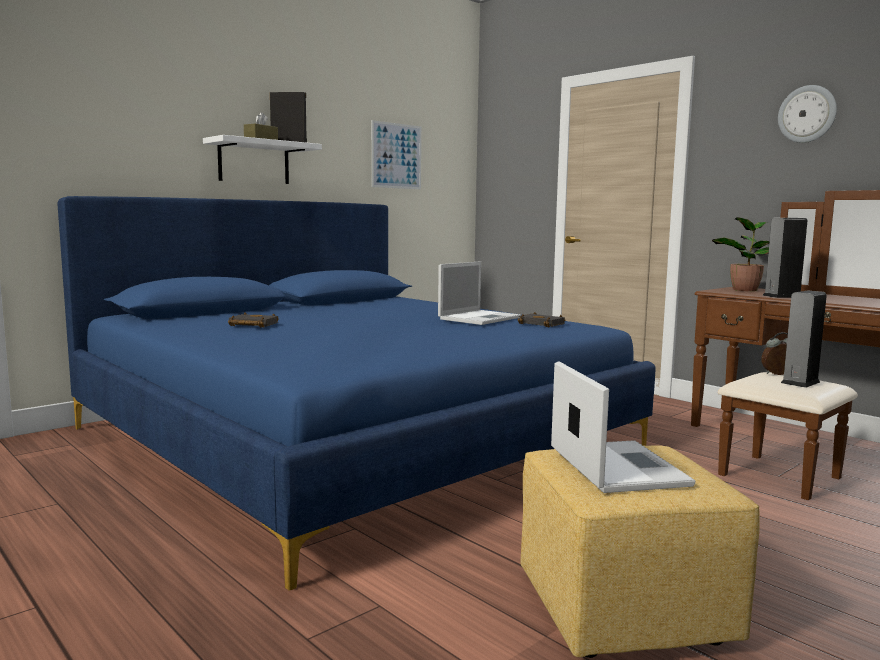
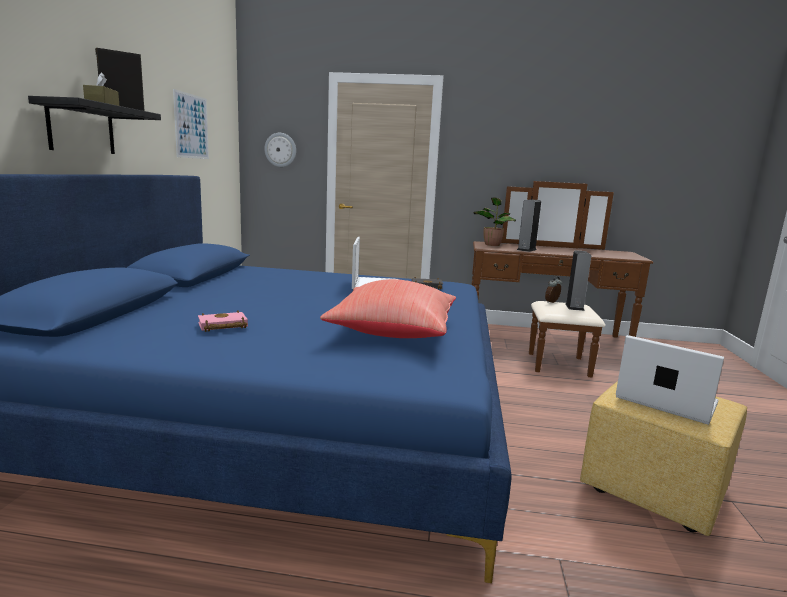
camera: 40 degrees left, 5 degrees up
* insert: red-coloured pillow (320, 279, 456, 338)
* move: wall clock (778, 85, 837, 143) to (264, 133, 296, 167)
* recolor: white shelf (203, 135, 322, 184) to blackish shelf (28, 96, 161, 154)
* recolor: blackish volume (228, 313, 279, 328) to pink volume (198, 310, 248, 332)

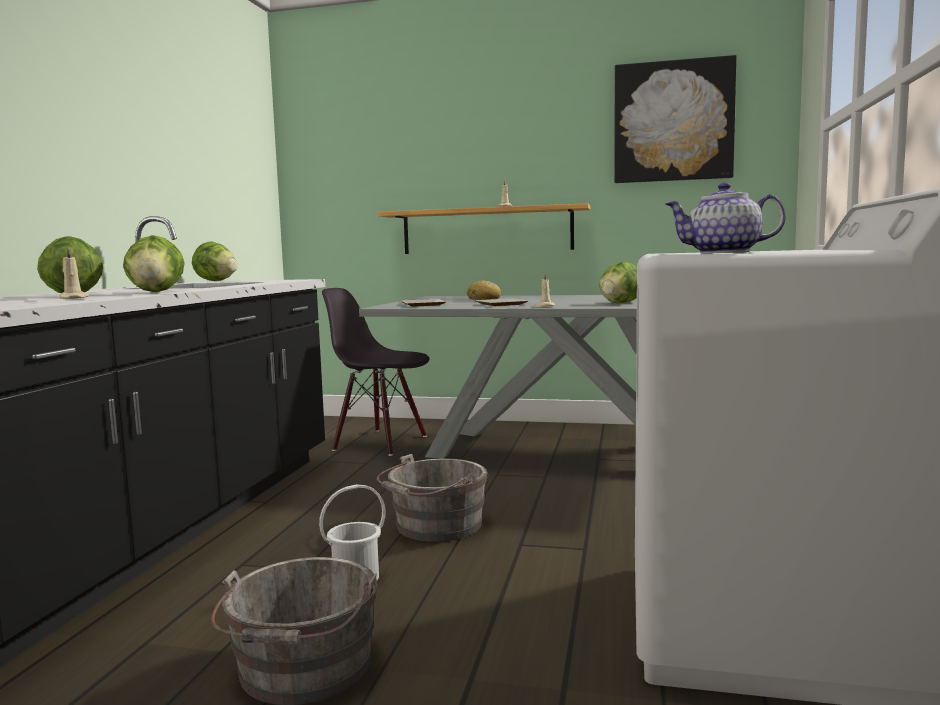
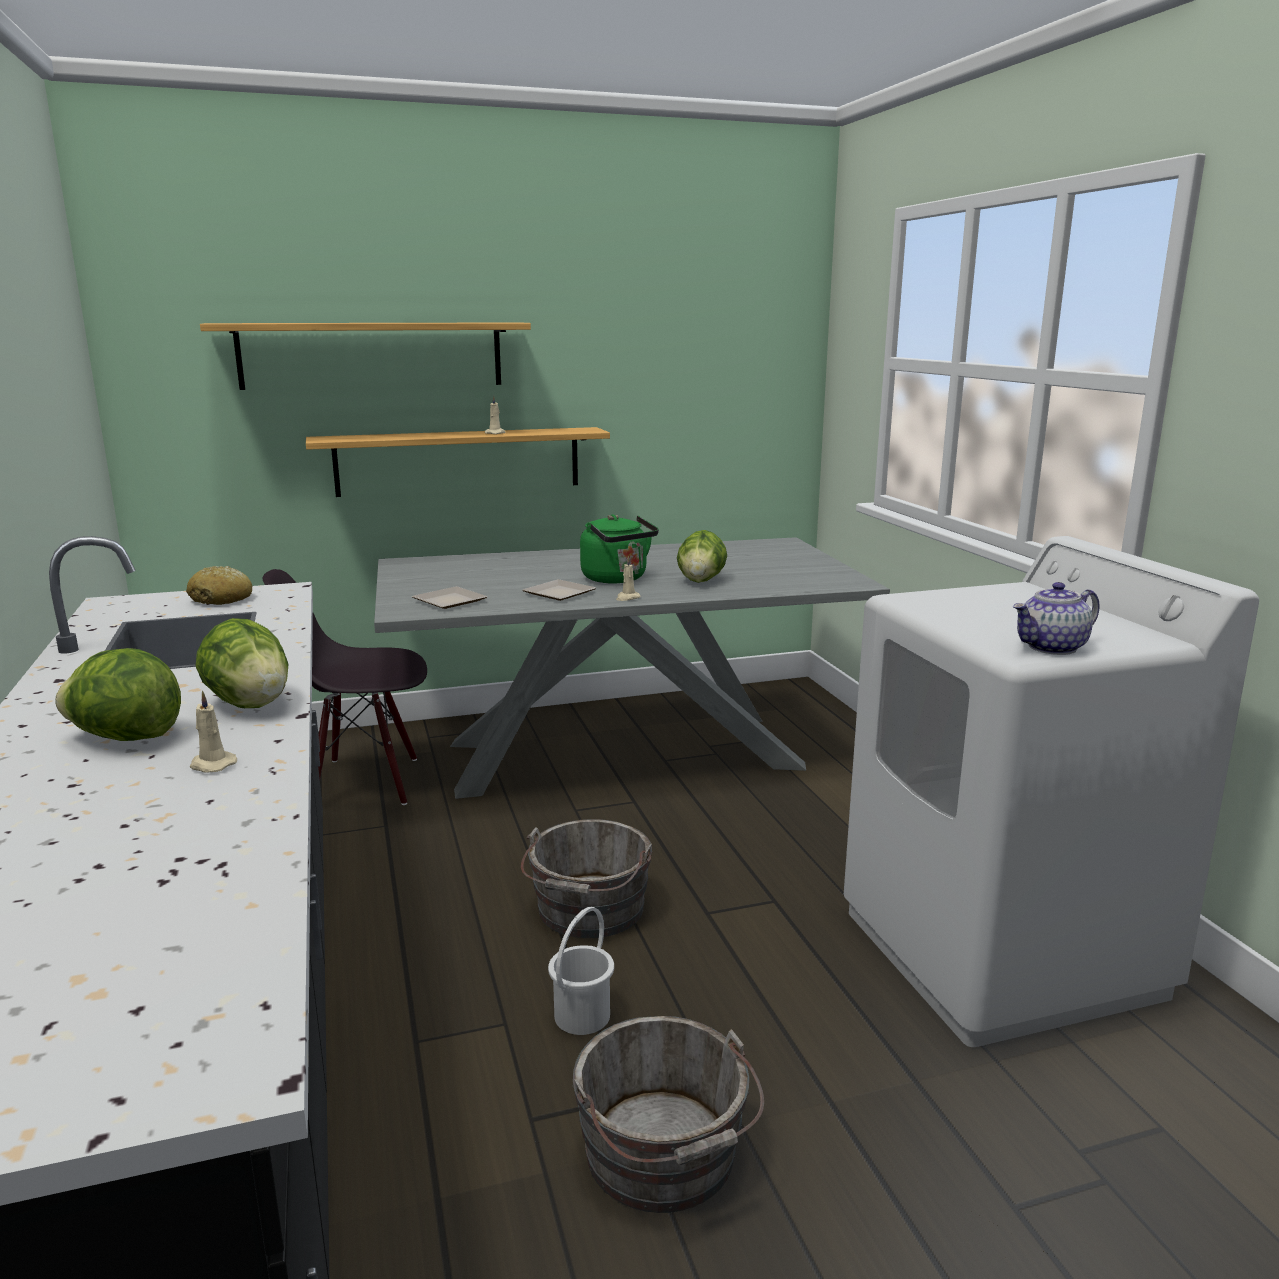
camera: 30 degrees left, 10 degrees up
* delete: head of lettuce (192, 241, 238, 281)
* delete: picture (614, 55, 737, 183)
* insert: shelf (200, 322, 531, 390)
* insert: green-coloured water kettle (580, 514, 659, 583)
* move: bakery bread (467, 280, 501, 300) to (186, 566, 252, 605)

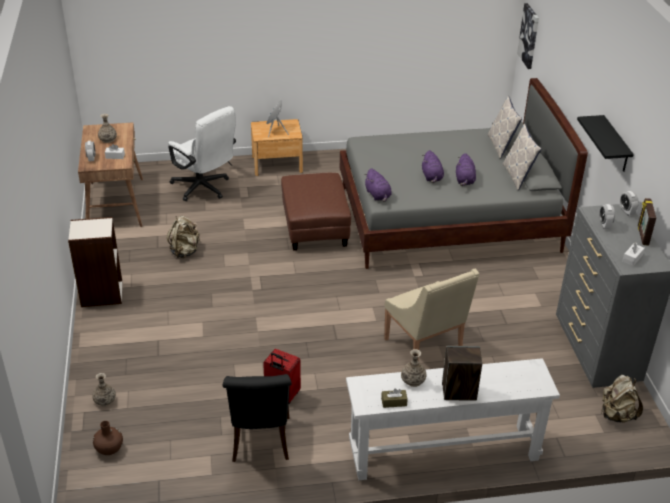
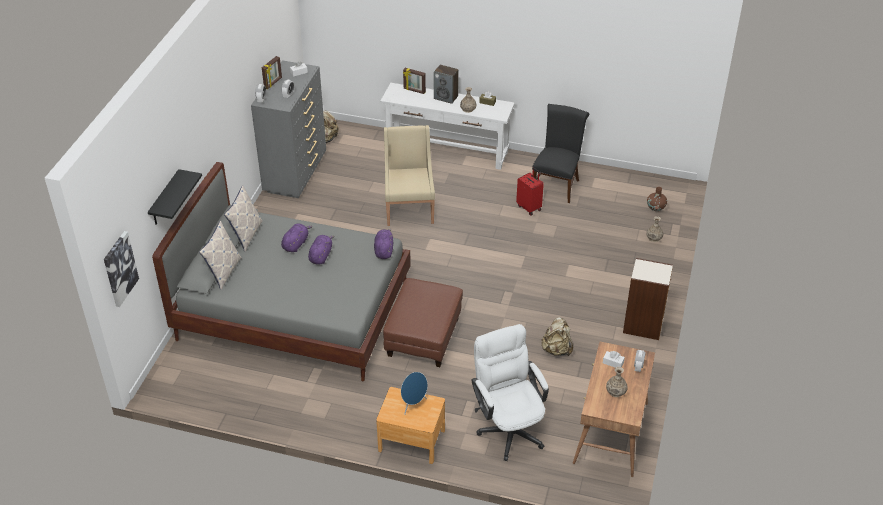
camera: 155 degrees left, 5 degrees up
* insert: standing frame (403, 68, 426, 94)
* move: blackish shelf (577, 115, 634, 172) to (148, 169, 202, 225)

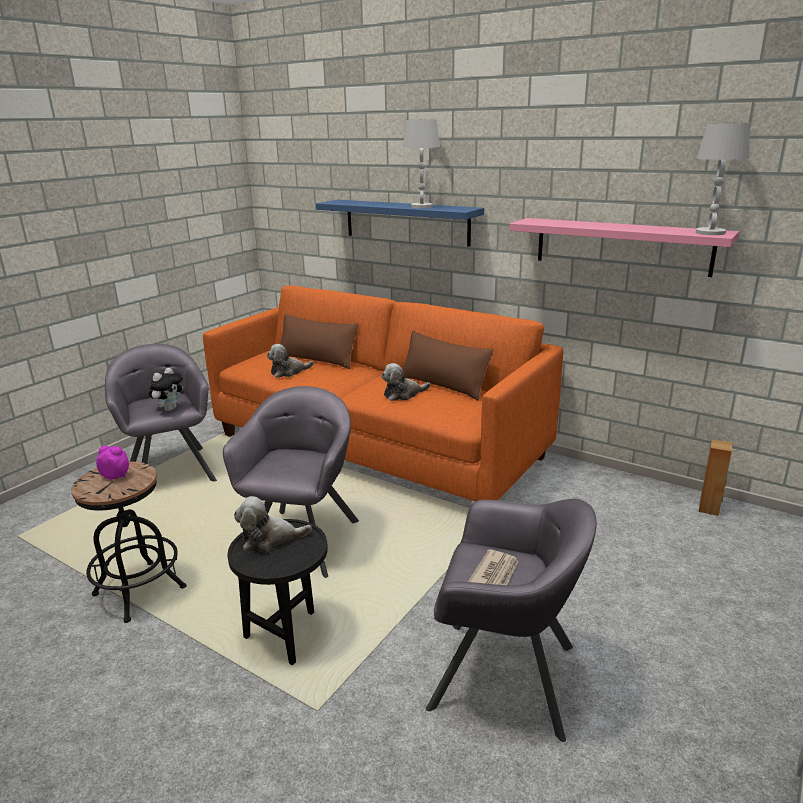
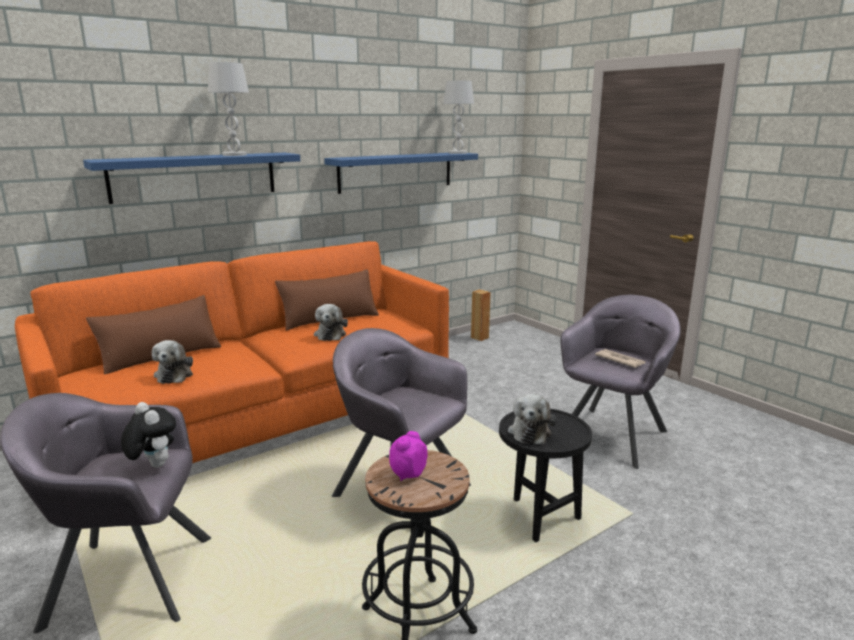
camera: 70 degrees left, 5 degrees down
* recolor: pink shelf (509, 218, 740, 277) to blue shelf (324, 153, 478, 194)

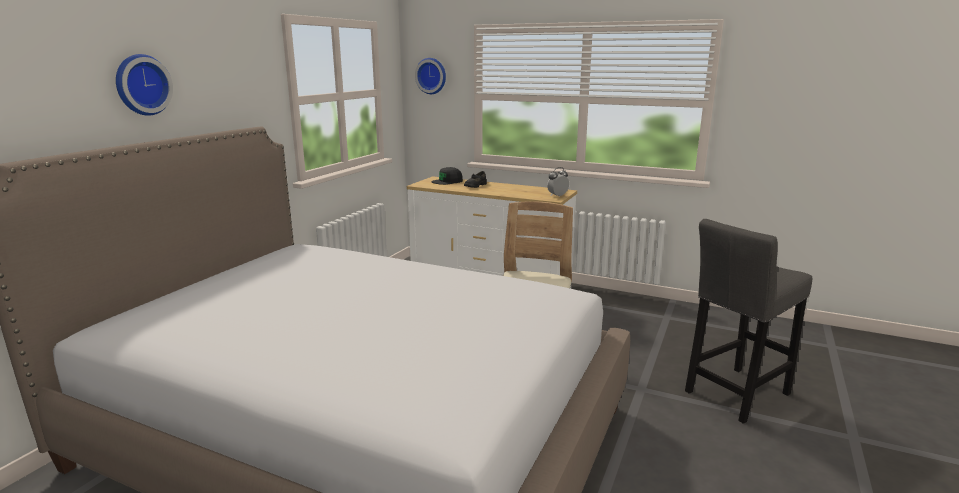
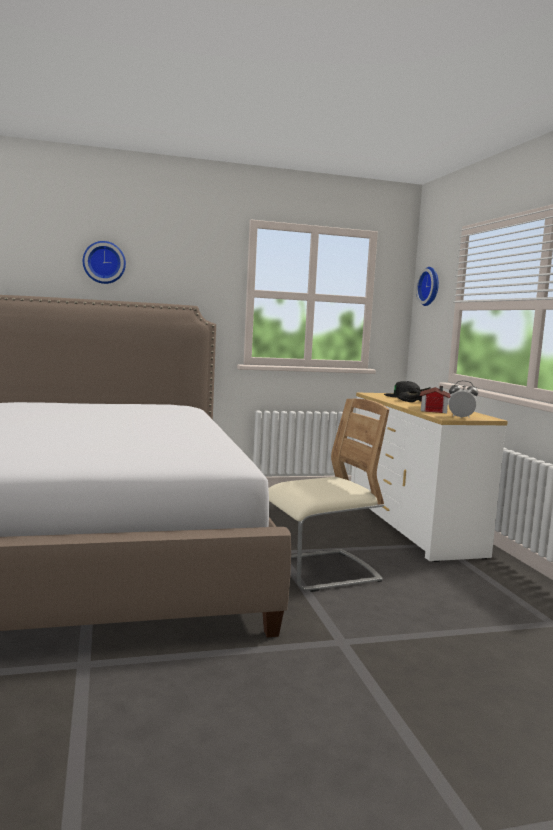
camera: 50 degrees right, 10 degrees down
* delete: grey sitting stool (685, 219, 812, 424)
* insert: model house (420, 386, 450, 413)

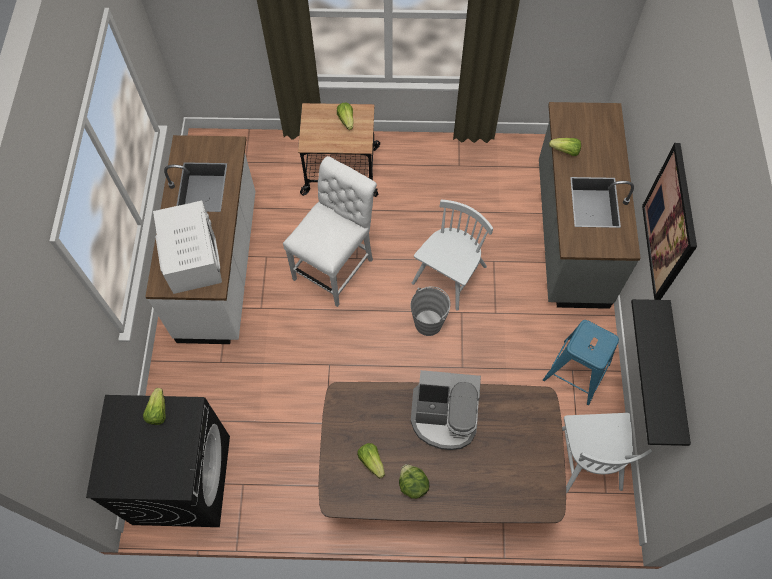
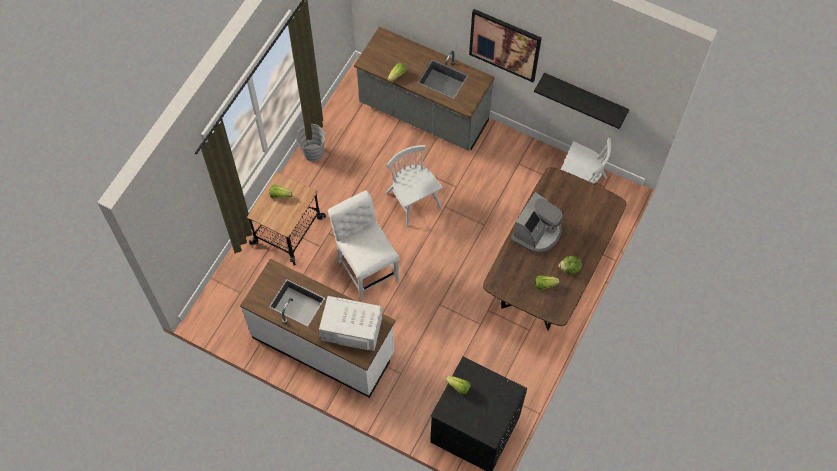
camera: 65 degrees left, 0 degrees up
* delete: blue sitting stool (543, 320, 619, 405)
* move: grey bucket (410, 286, 450, 336) to (295, 124, 326, 162)

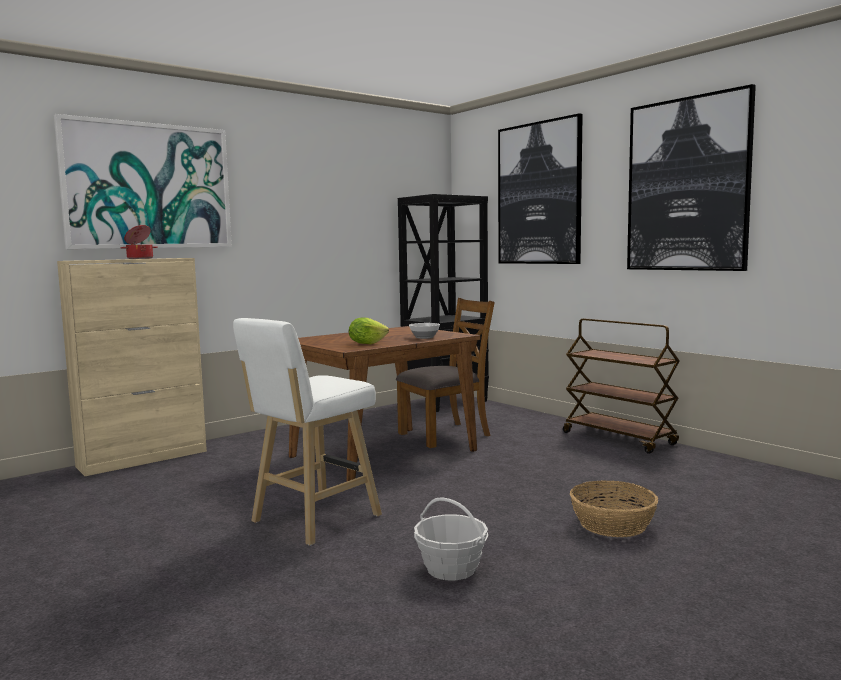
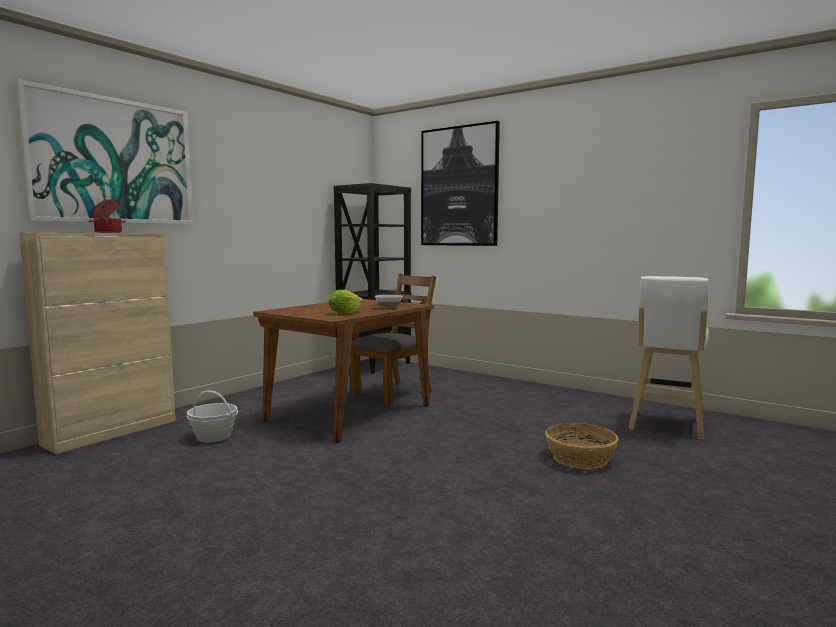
camera: 15 degrees left, 0 degrees up
* delete: brownish wheeled cart (563, 318, 680, 454)
* delete: picture (627, 84, 756, 271)
* move: white sitting stool (233, 318, 382, 546) to (629, 276, 709, 439)
* move: storage basket (414, 497, 488, 581) to (187, 390, 238, 443)

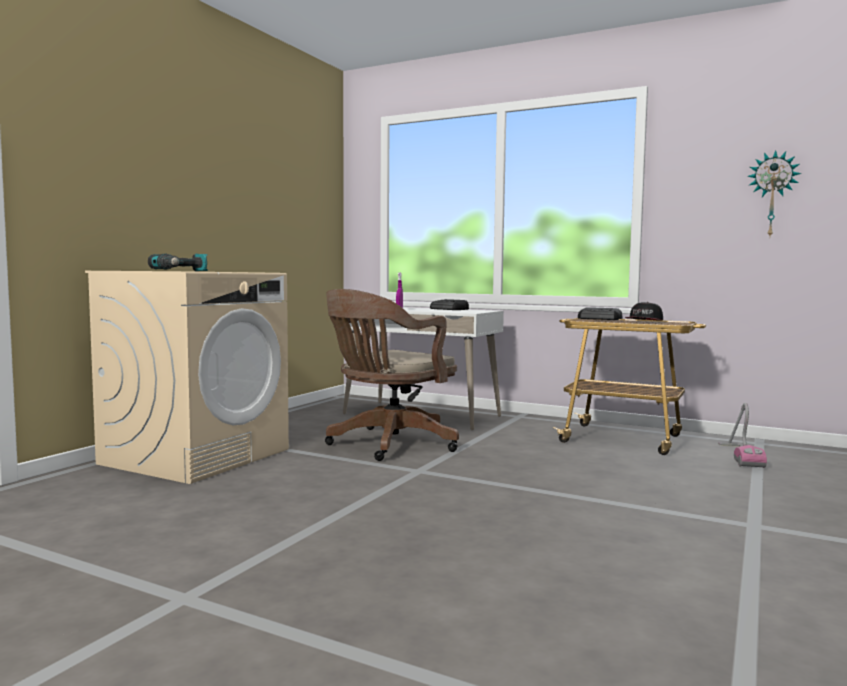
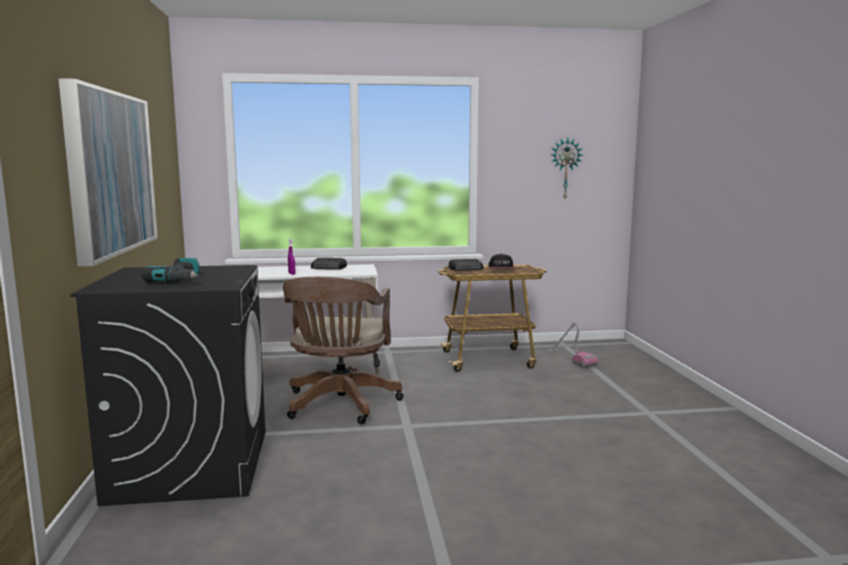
camera: 35 degrees left, 5 degrees up
* insert: picture (58, 78, 158, 266)
* recolor: sand-coloured laundry appliance (85, 271, 289, 484) to blackish laundry appliance (70, 265, 265, 506)

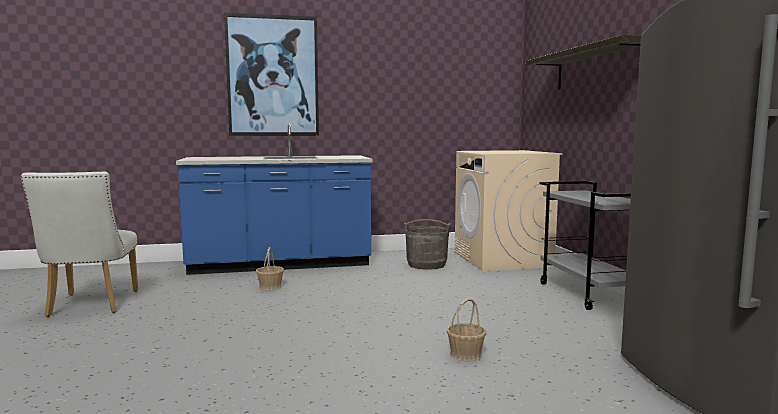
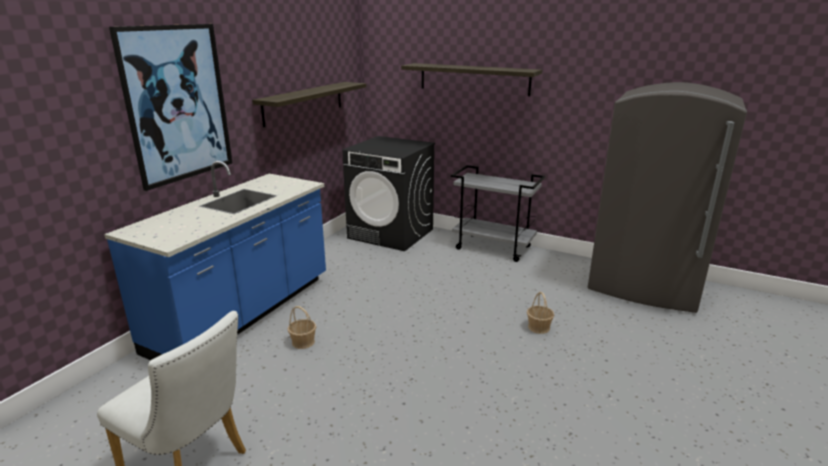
camera: 50 degrees left, 15 degrees up
* delete: grey bucket (404, 219, 451, 270)
* insert: shelf (252, 82, 366, 127)
* recolor: sand-coloured laundry appliance (455, 150, 562, 271) to blackish laundry appliance (342, 136, 435, 251)

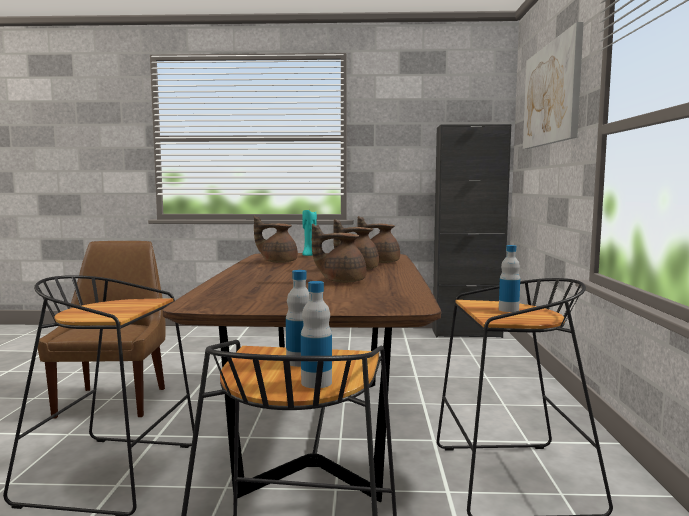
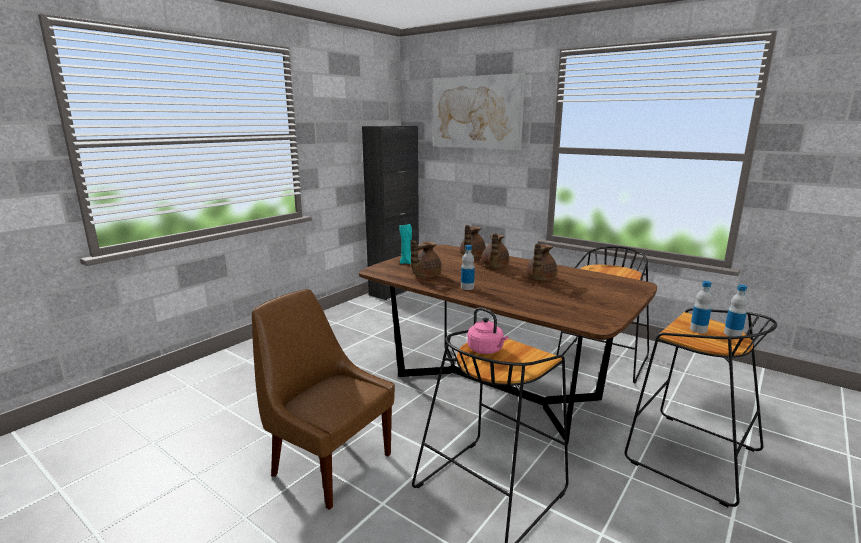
camera: 55 degrees left, 10 degrees up
* insert: pink water kettle (467, 307, 508, 354)
* move: beverage bottle (499, 245, 520, 312) to (461, 245, 475, 290)

